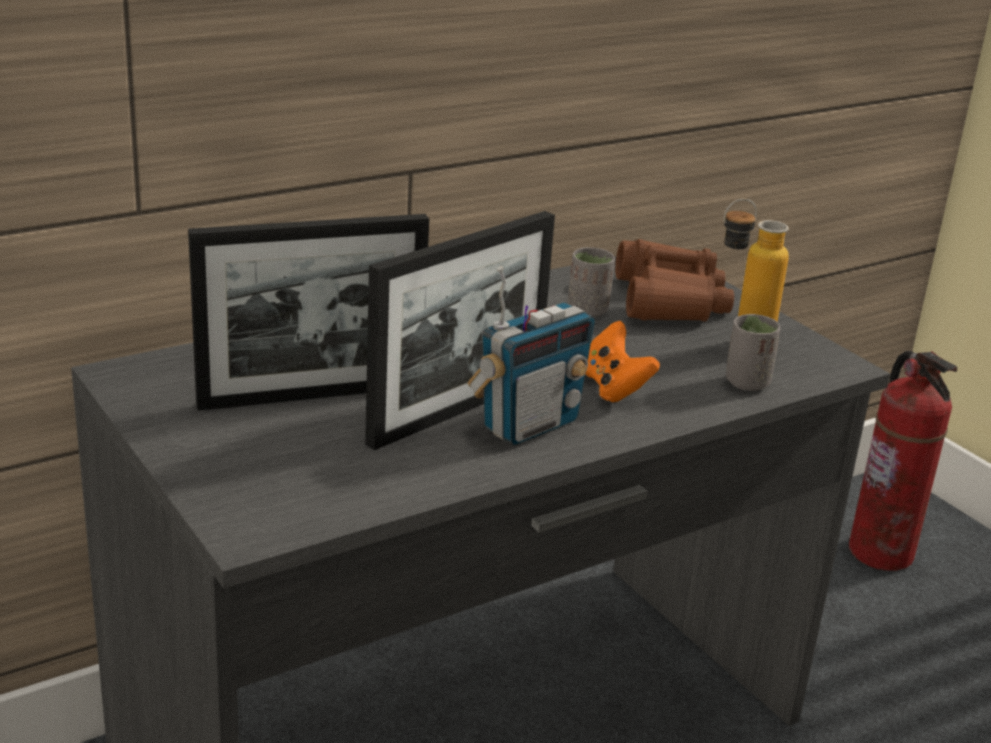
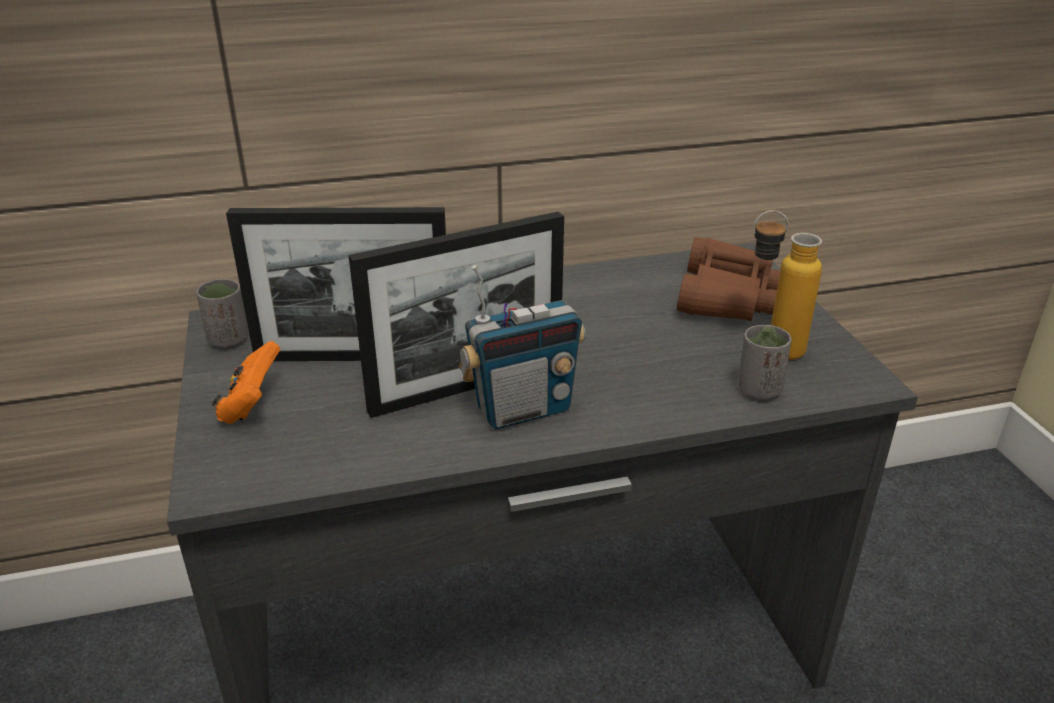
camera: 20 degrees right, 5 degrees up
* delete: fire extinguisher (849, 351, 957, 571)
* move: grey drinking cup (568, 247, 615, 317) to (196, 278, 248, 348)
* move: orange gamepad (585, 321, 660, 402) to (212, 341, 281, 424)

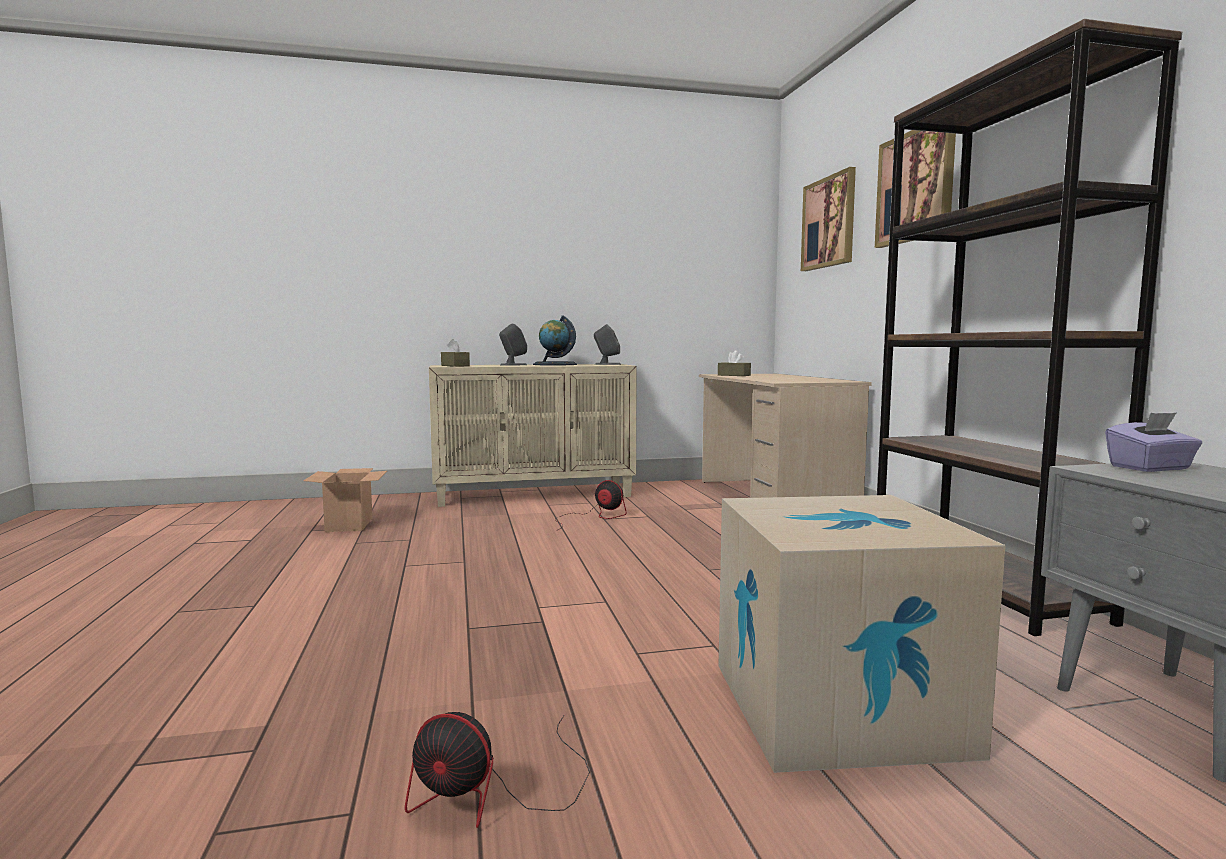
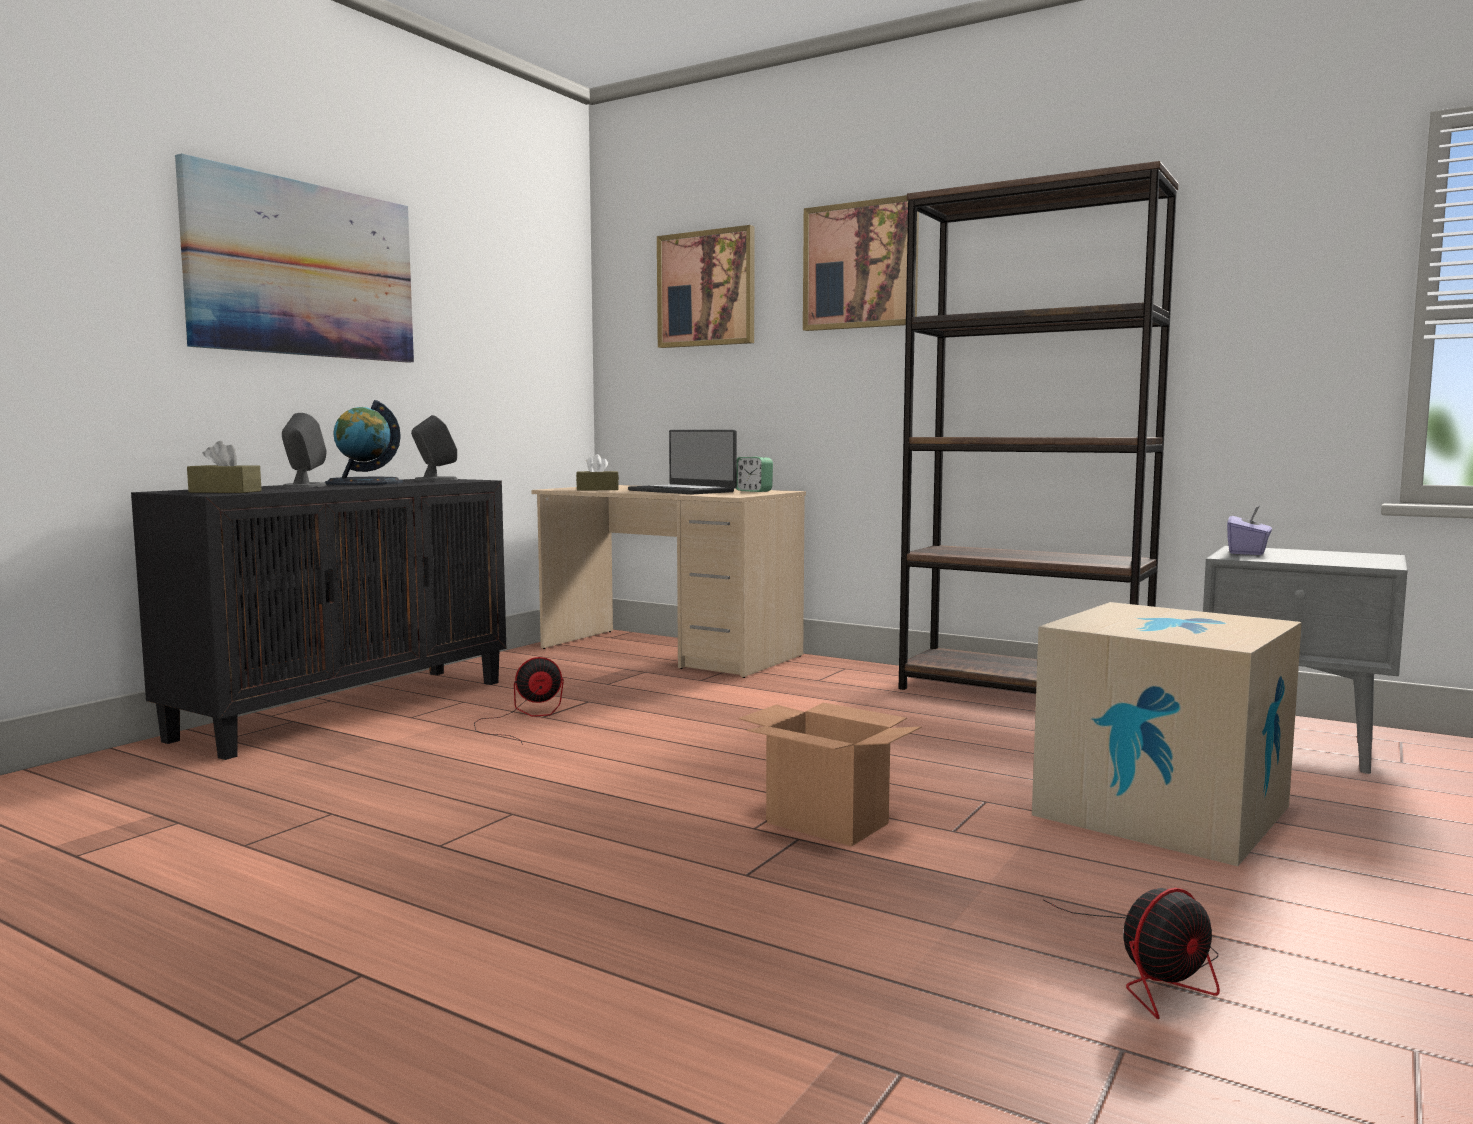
camera: 45 degrees left, 0 degrees up
* insert: picture (175, 153, 414, 363)
* insert: laptop (628, 430, 737, 494)
* insert: table clock (736, 457, 773, 492)
* move: cardboard box (303, 468, 387, 532) to (739, 703, 922, 846)
* recolor: sand-coloured cabinet (429, 364, 637, 507) to blackish cabinet (131, 479, 506, 760)

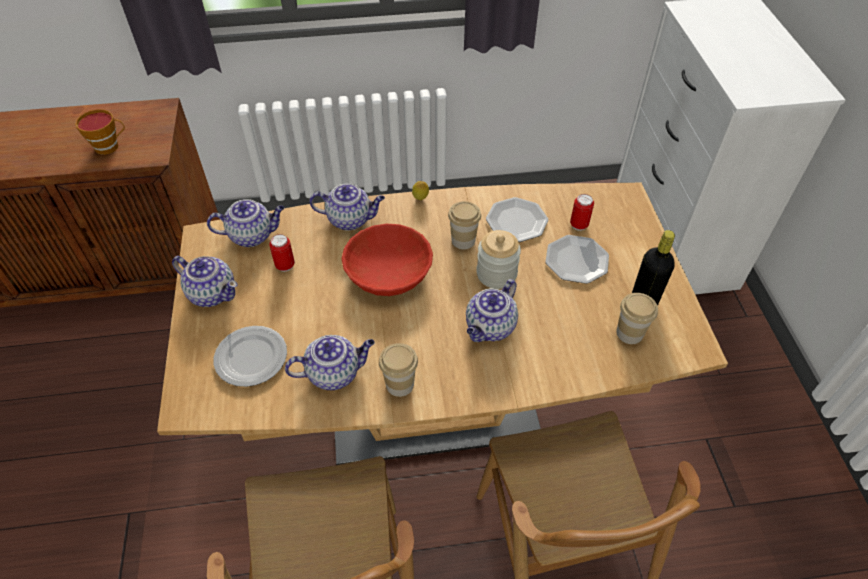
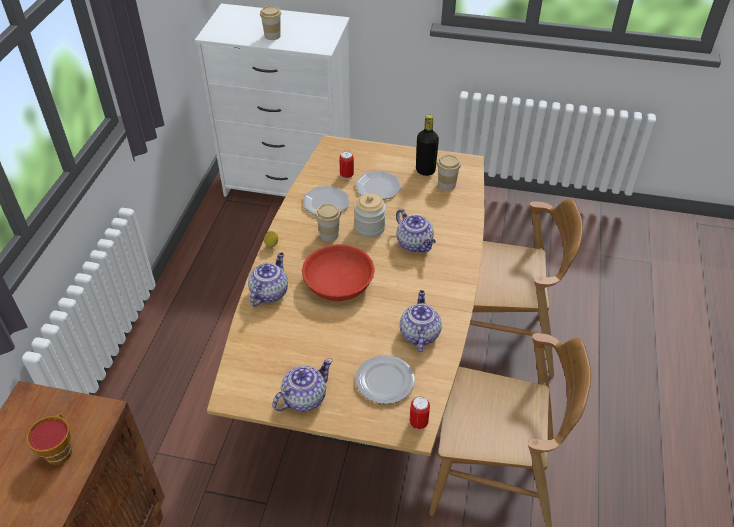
camera: 70 degrees left, 5 degrees down
* delete: tea pot (207, 199, 284, 247)
* move: can (269, 234, 295, 272) to (410, 396, 430, 429)
* move: drinking cup (379, 343, 418, 397) to (260, 6, 281, 40)

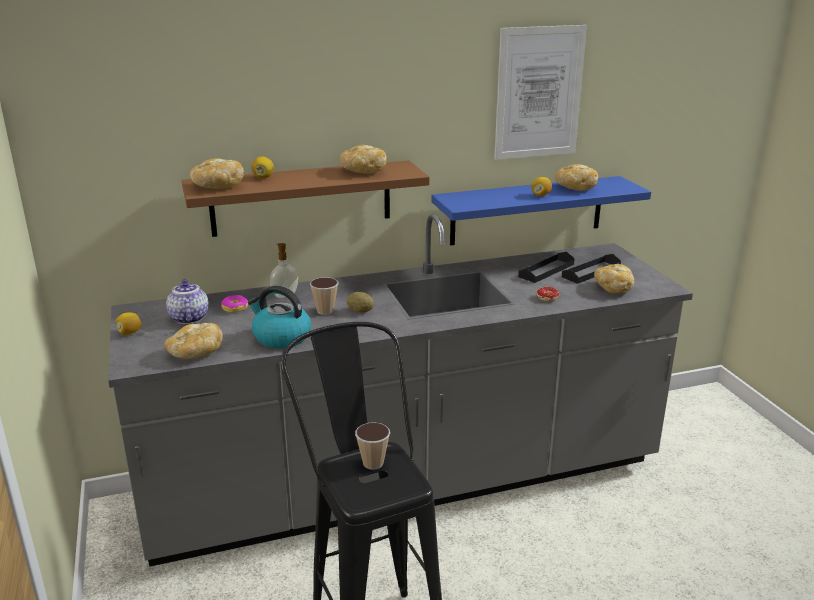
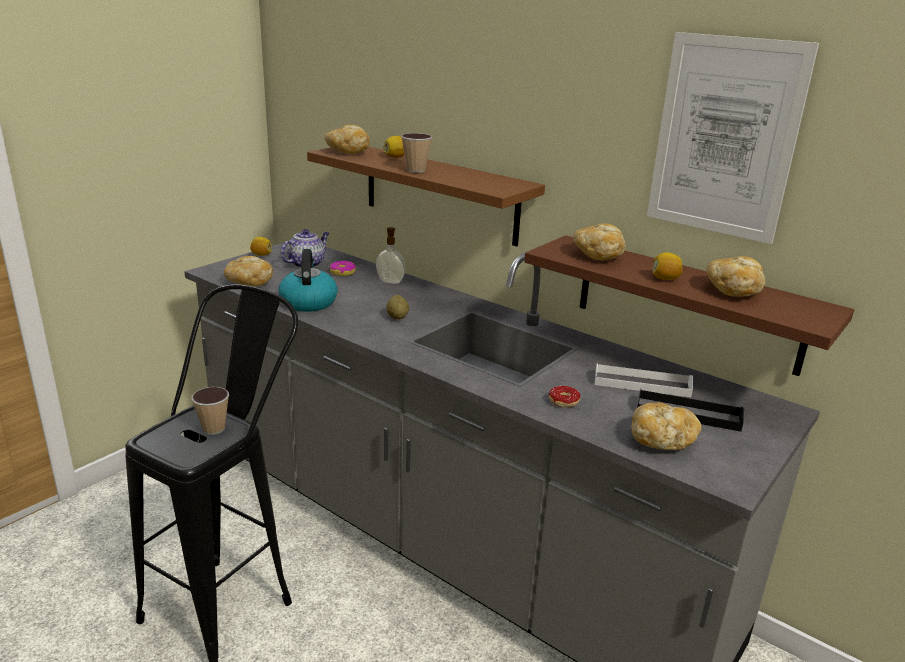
camera: 55 degrees right, 0 degrees up
* move: drinking cup (310, 277, 339, 315) to (401, 133, 433, 173)
* move: bakery bread (340, 145, 387, 174) to (573, 223, 626, 260)
* recolor: blue shelf (431, 176, 651, 246) to brownish shelf (524, 235, 854, 376)
* recolor: blackish serving tray (518, 252, 575, 283) to white serving tray (595, 363, 693, 397)

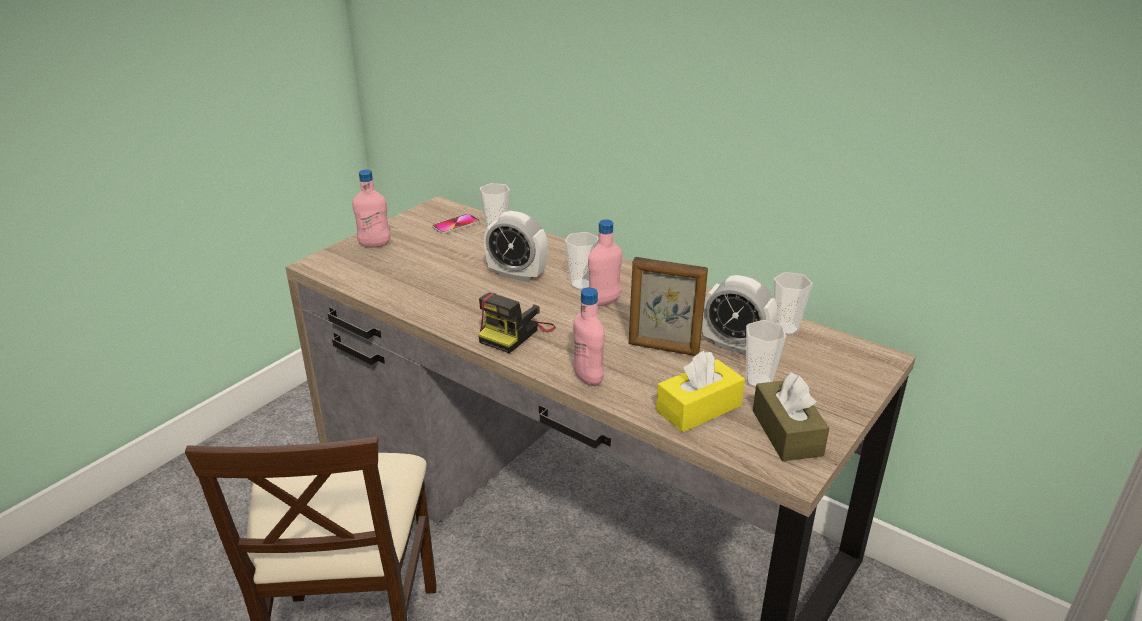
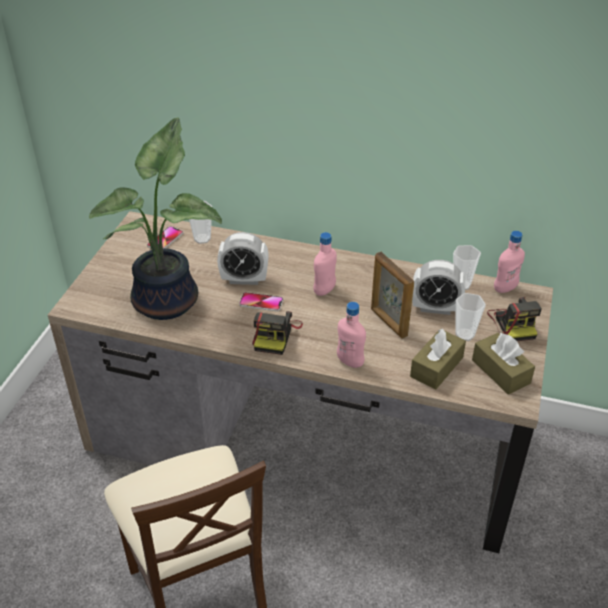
camera: 20 degrees left, 10 degrees up
* delete: drinking cup (565, 232, 599, 290)
* insert: potted plant (89, 118, 222, 320)
* insert: handset (239, 292, 283, 312)
* insert: photo camera (487, 297, 542, 341)
* move: pink beverage bottle (352, 169, 390, 248) to (494, 231, 525, 293)
* recolor: yellow-coloured tissue box (656, 351, 745, 432) to brownish tissue box (410, 329, 466, 390)
* rotate: standing frame (629, 257, 708, 356) = (371, 252, 414, 339) 60 degrees clockwise

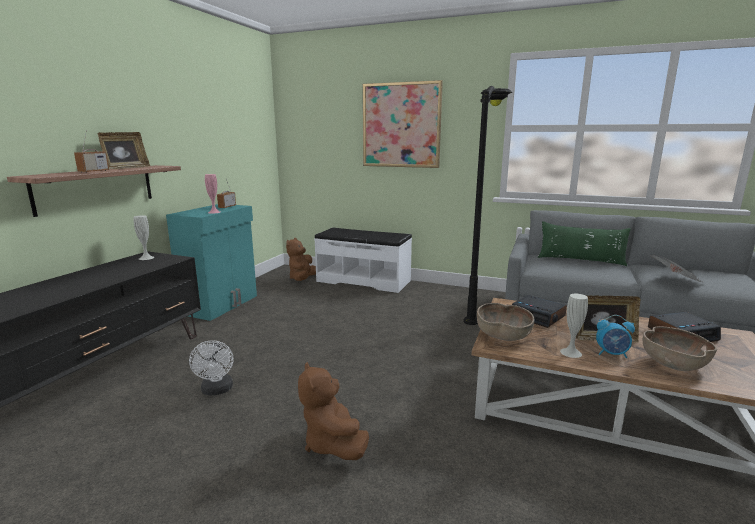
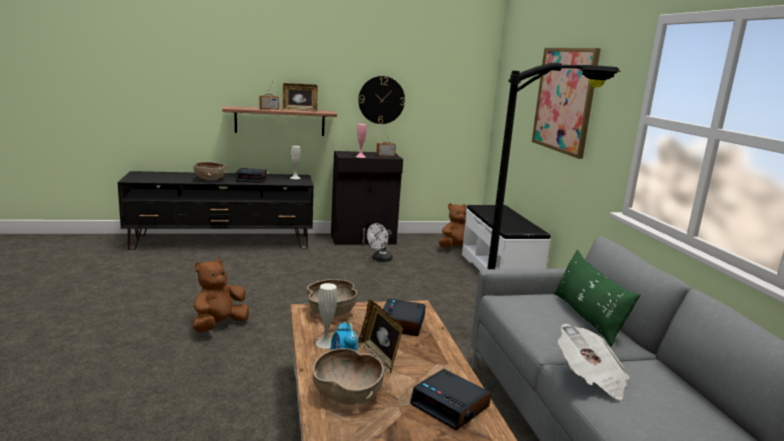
camera: 55 degrees right, 0 degrees up
* insert: brownish serving bowl (193, 162, 226, 180)
* insert: table clock (236, 168, 267, 183)
* insert: wall clock (358, 76, 405, 124)
* move: white fan (189, 340, 234, 396) to (367, 223, 393, 262)
* recolor: blue-green cabinet (166, 204, 257, 321) to blackish cabinet (331, 151, 403, 245)

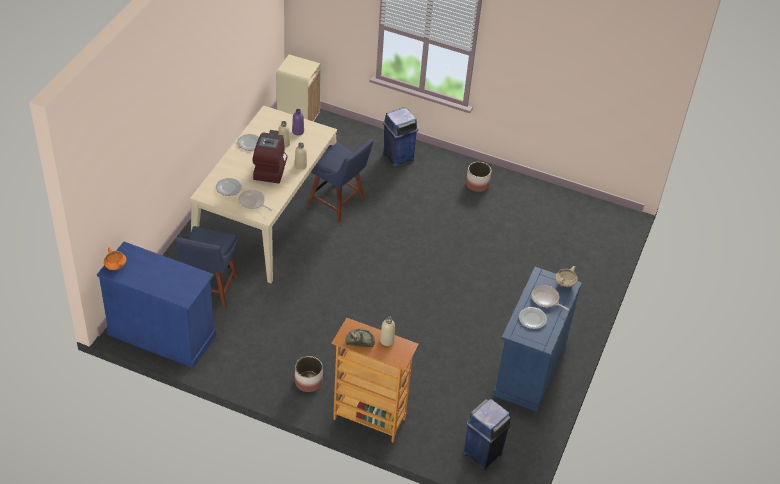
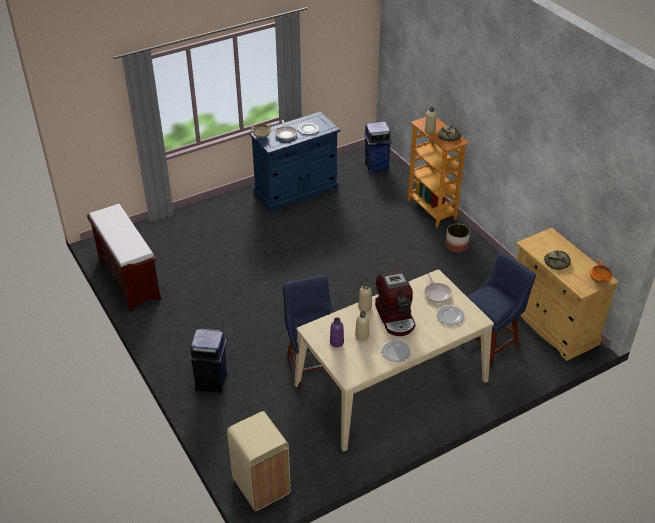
camera: 140 degrees left, 5 degrees down
* delete: plant pot (466, 162, 491, 192)
* insert: brownish long seat (87, 204, 161, 311)
* insert: bakery bread (544, 250, 571, 270)
* recolor: blue cabinet (97, 242, 216, 368) to sand-coloured cabinet (516, 228, 619, 361)
* rotate: coffee brewer (253, 130, 287, 183) = (375, 270, 416, 336) 60 degrees counterclockwise

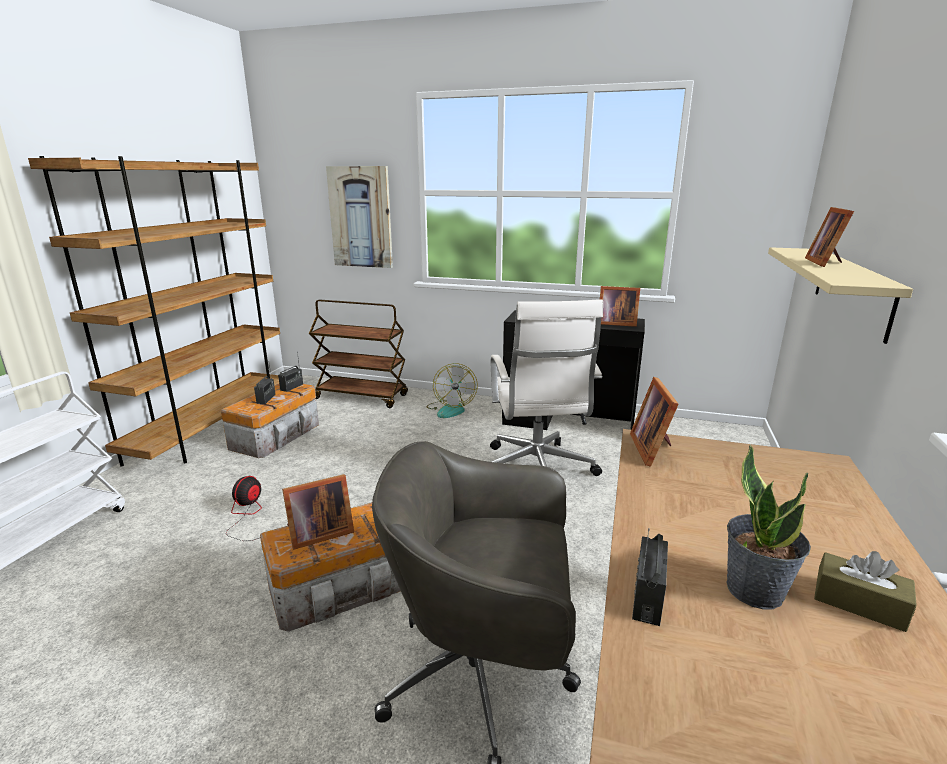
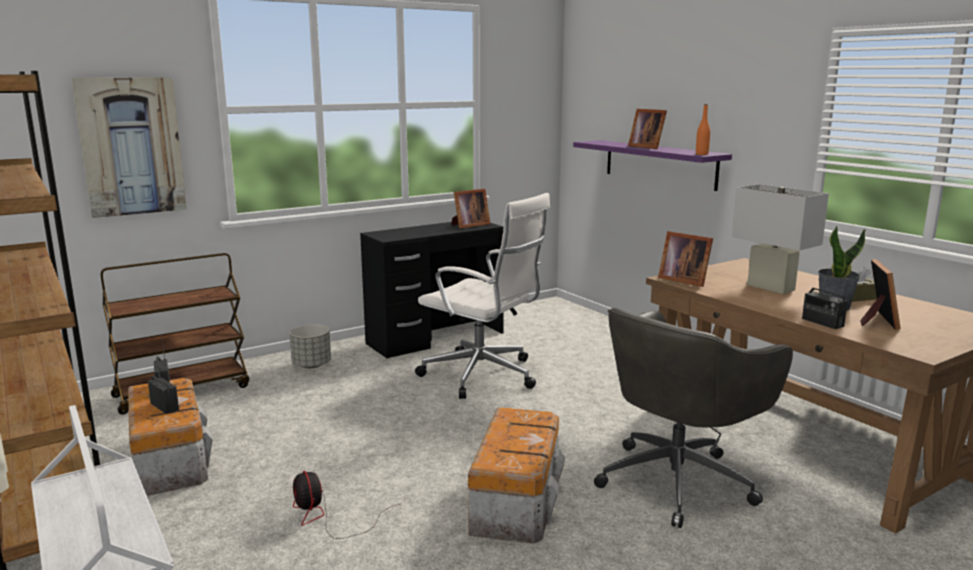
camera: 50 degrees left, 5 degrees down
* insert: orange beverage bottle (696, 104, 710, 155)
* insert: white tabletop lamp (732, 184, 829, 294)
* move: standing frame (282, 474, 354, 550) to (860, 259, 901, 330)
* replace: fan (426, 363, 478, 418) to grey plant pot (289, 324, 331, 368)
* recolor: sand-coloured shelf (768, 247, 913, 344) to purplish shelf (573, 140, 732, 191)

